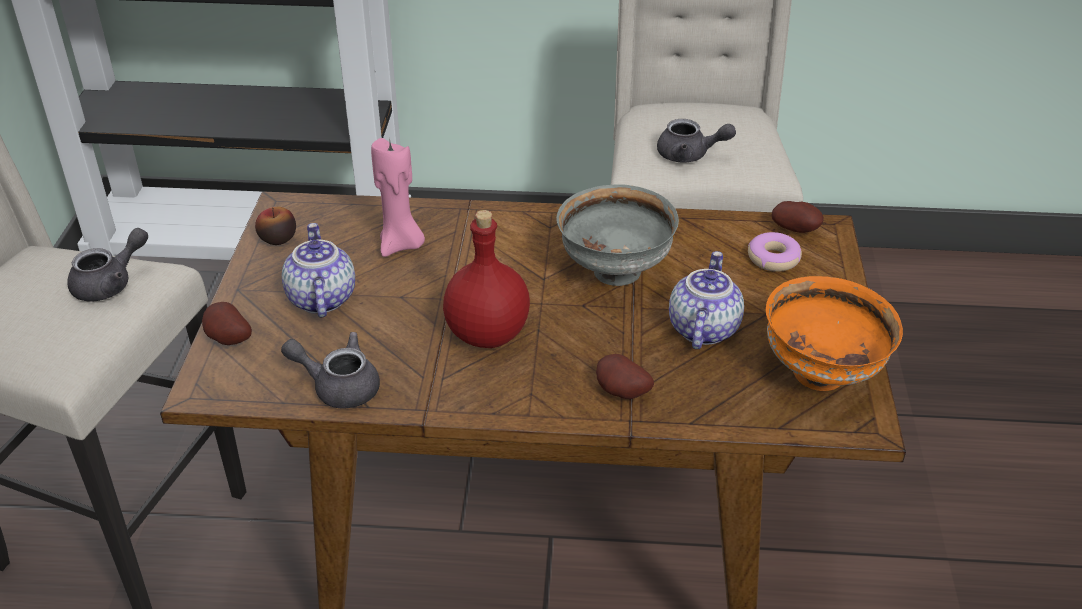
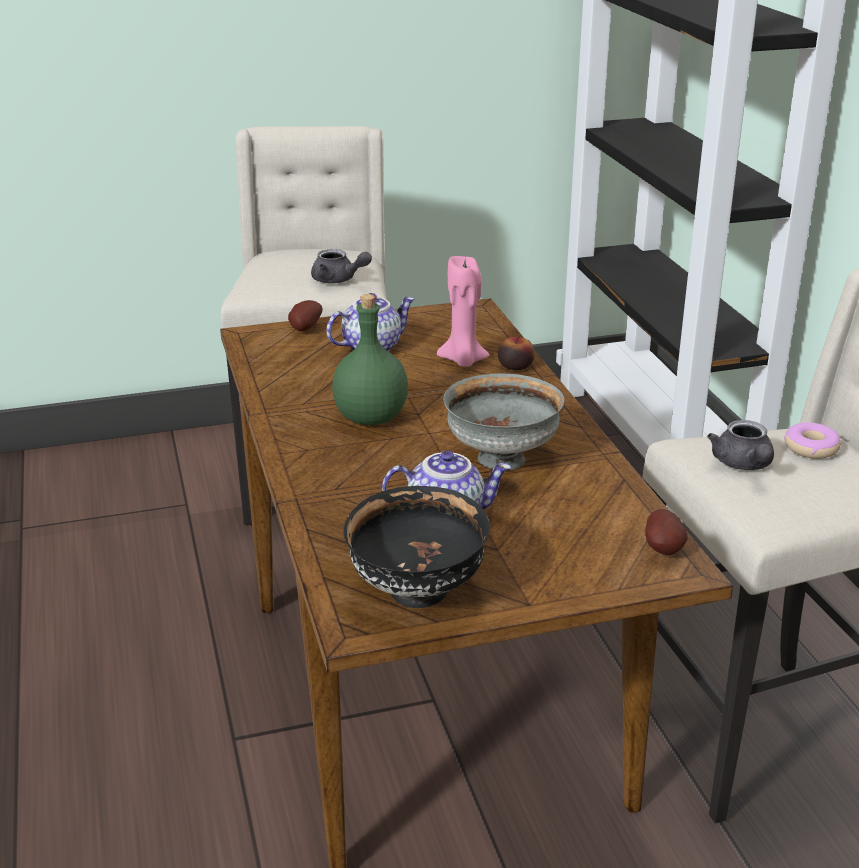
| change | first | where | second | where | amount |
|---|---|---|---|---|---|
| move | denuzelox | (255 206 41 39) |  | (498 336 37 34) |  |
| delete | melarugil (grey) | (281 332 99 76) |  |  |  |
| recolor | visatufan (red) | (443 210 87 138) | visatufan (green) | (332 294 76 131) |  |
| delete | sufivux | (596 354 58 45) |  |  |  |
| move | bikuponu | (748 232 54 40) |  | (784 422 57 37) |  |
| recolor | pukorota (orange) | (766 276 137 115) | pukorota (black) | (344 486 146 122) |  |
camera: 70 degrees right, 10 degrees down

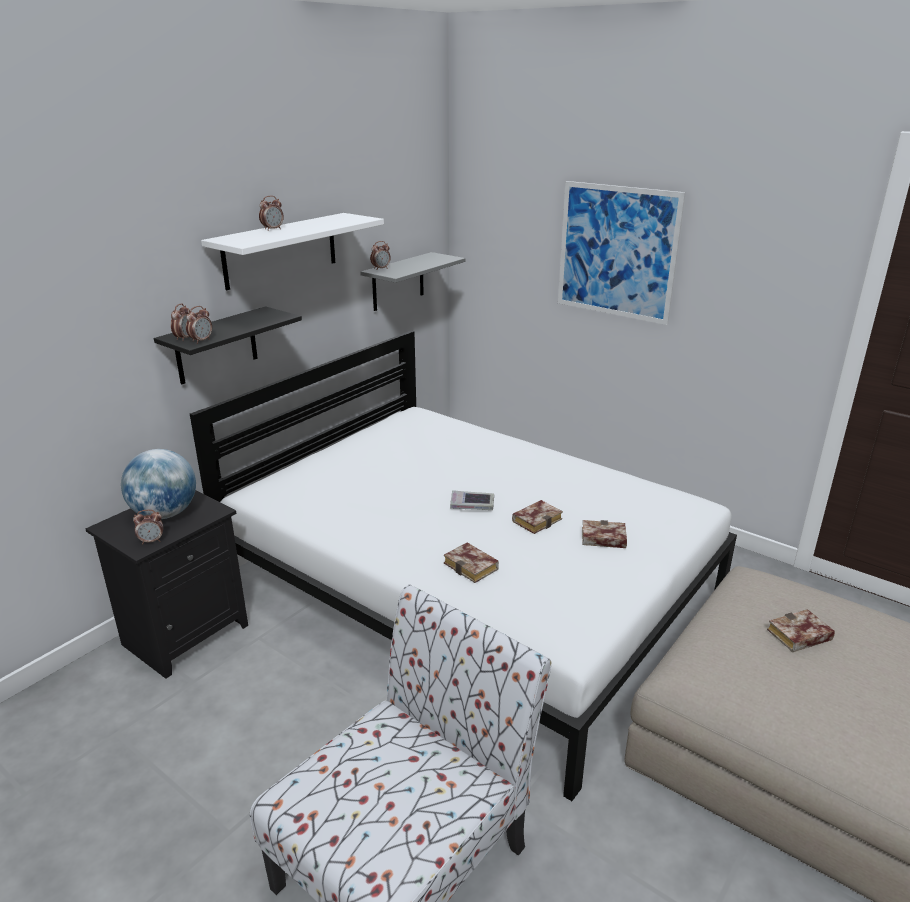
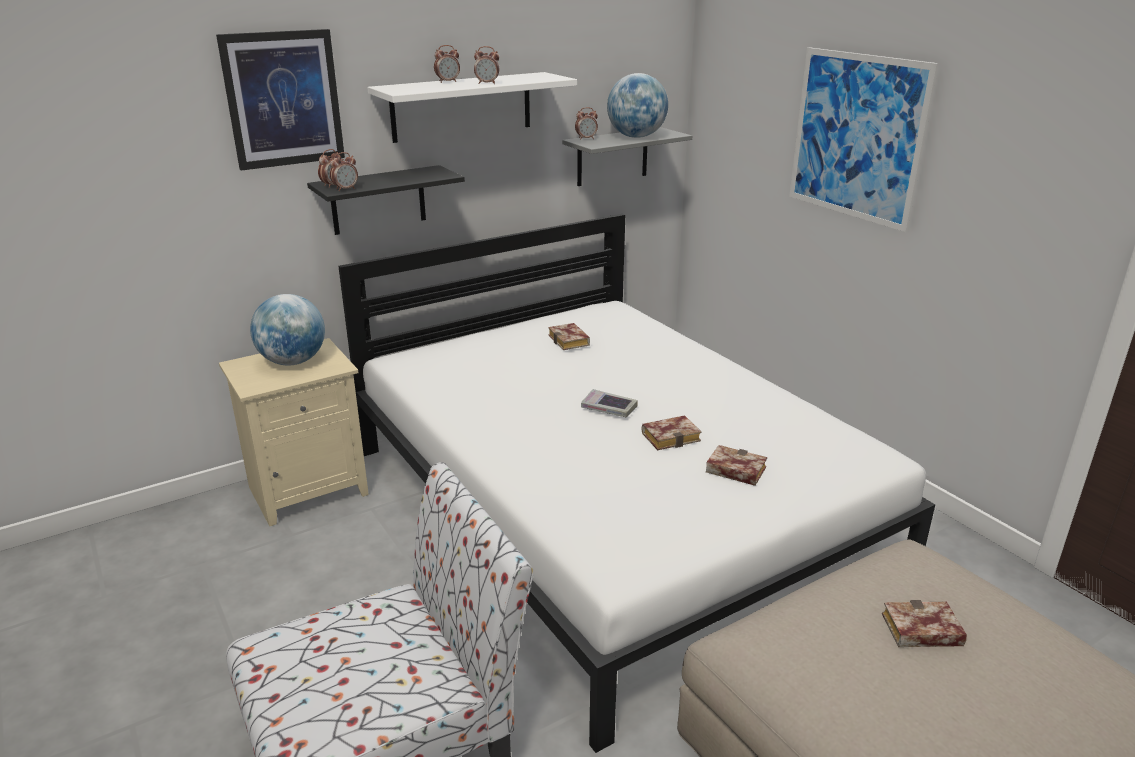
| change | first | where | second | where | amount |
|---|---|---|---|---|---|
| recolor | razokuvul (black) | (86 490 162 189) | razokuvul (beige) | (219 338 150 188) |  |
| move | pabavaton | (133 509 30 35) |  | (474 46 25 38) |  |
| move | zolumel | (444 542 55 41) |  | (548 323 42 27) |  |
| insert |  |  | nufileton | (216 29 129 142) |  |
| insert |  |  | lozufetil | (607 73 61 65) |  |
camera: 20 degrees right, 0 degrees up

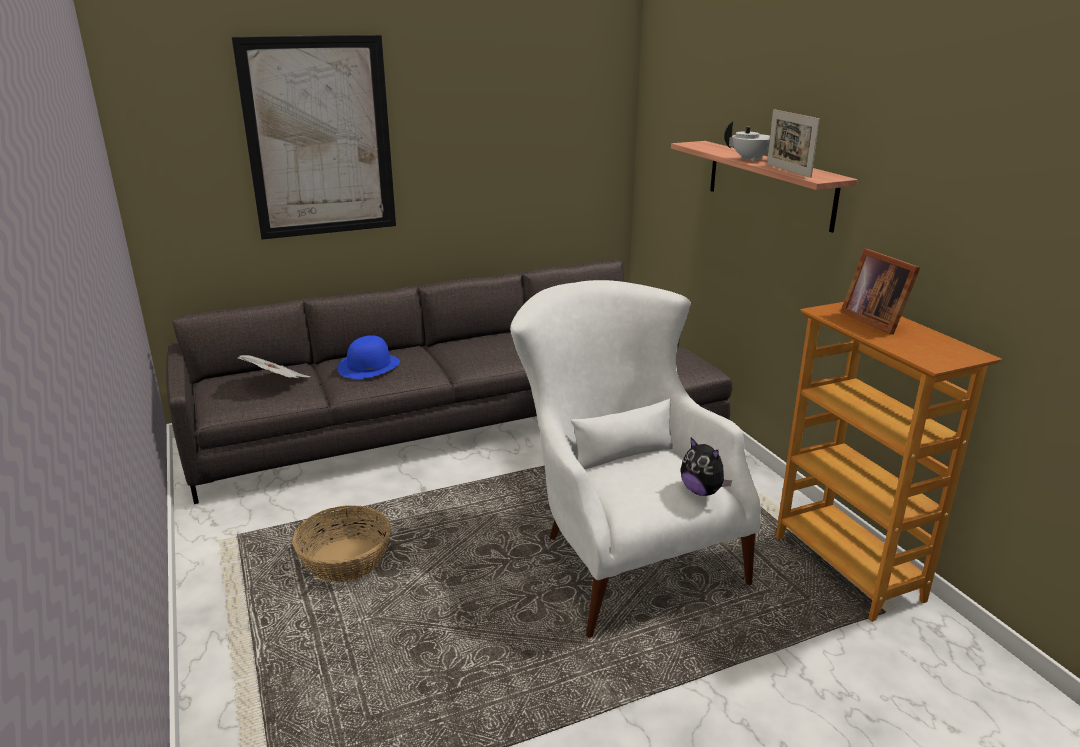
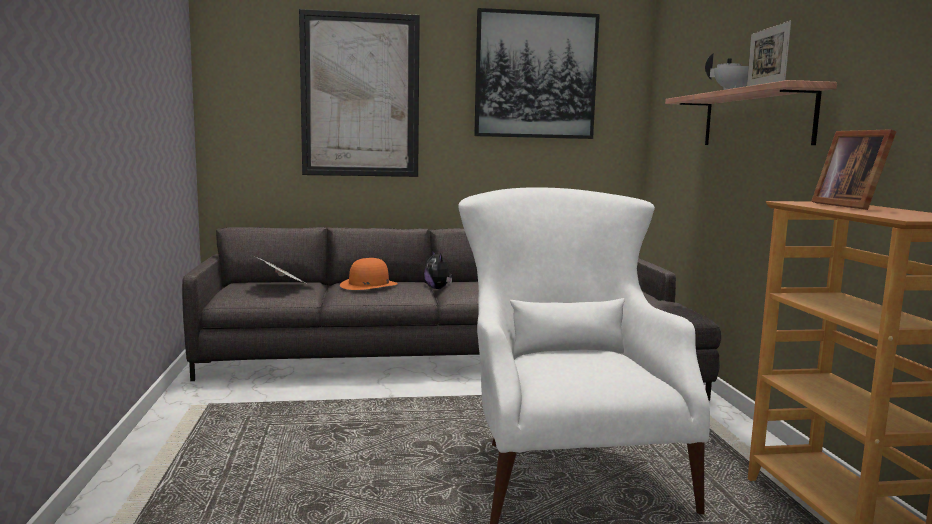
| change | first | where | second | where | amount |
|---|---|---|---|---|---|
| delete | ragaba | (292 505 99 77) |  |  |  |
| recolor | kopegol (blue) | (337 335 63 44) | kopegol (orange) | (340 258 58 32) |  |
| move | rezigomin | (681 437 51 59) |  | (424 251 28 38) |  |
| insert |  |  | nufileton | (474 8 126 131) |  |
camera: 15 degrees right, 15 degrees down

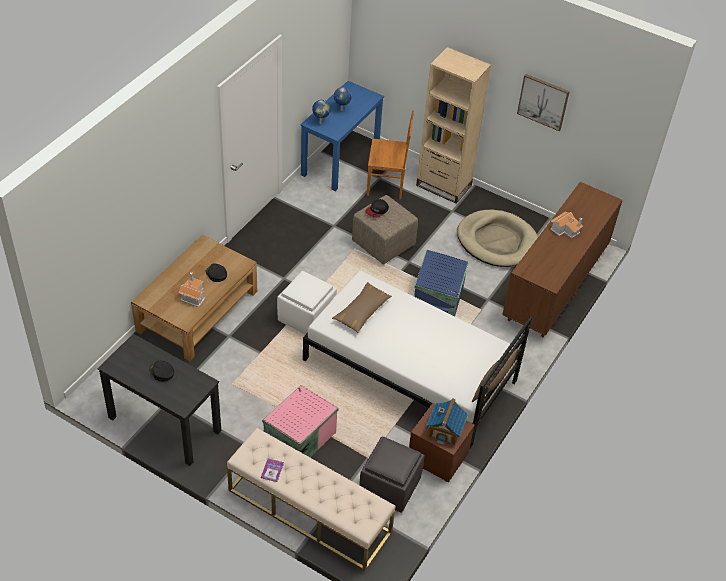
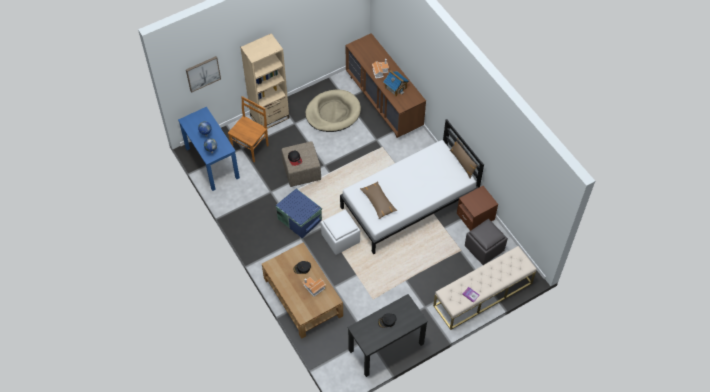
| change | first | where | second | where | amount |
|---|---|---|---|---|---|
| delete | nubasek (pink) | (262 385 77 72) |  |  |  |
| move | nubasek (blue) | (414 249 55 67) |  | (275 188 47 51) |  |
| move | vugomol | (426 398 42 47) |  | (383 70 26 27) |  |
| move | nufileton | (517 74 53 57) |  | (186 56 35 37) |  |
camera: 60 degrees left, 10 degrees up

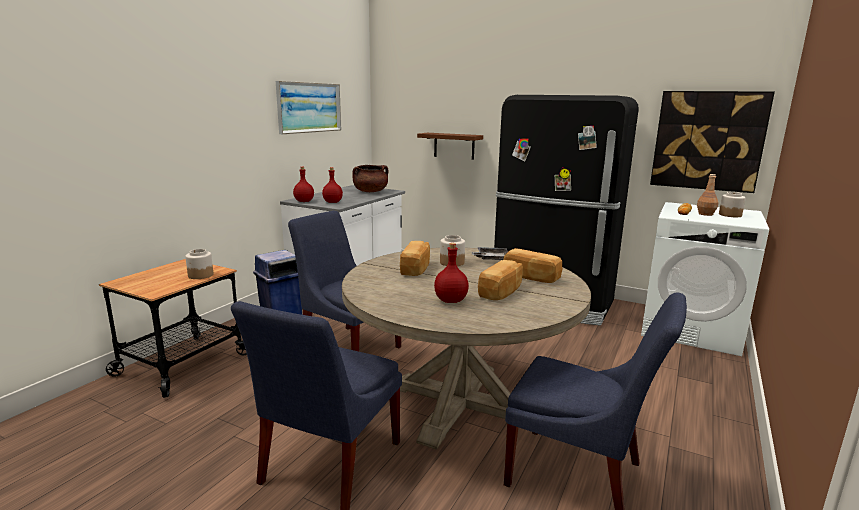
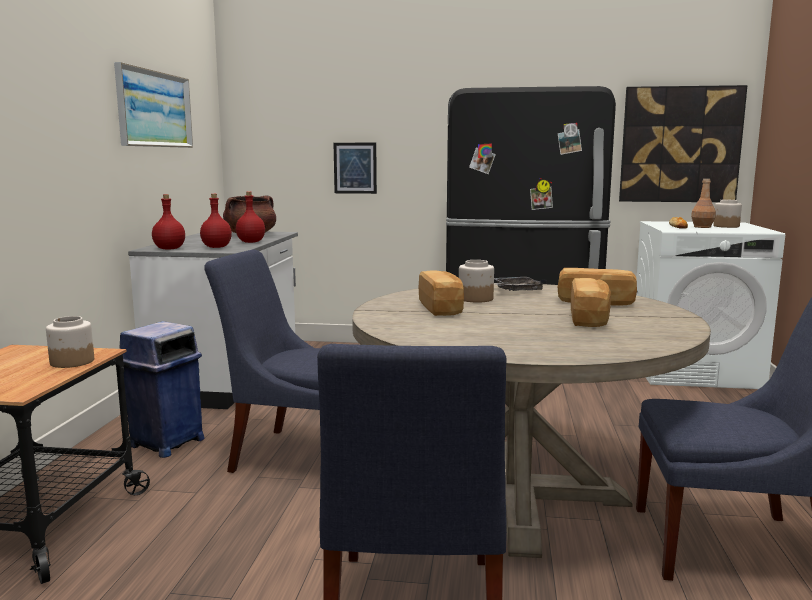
| change | first | where | second | where | amount |
|---|---|---|---|---|---|
| replace | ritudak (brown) | (417 133 66 27) | nufileton | (333 143 44 51) |  |
| move | visatufan (red) | (434 243 35 60) |  | (236 192 29 51) |  |
camera: 20 degrees left, 5 degrees down

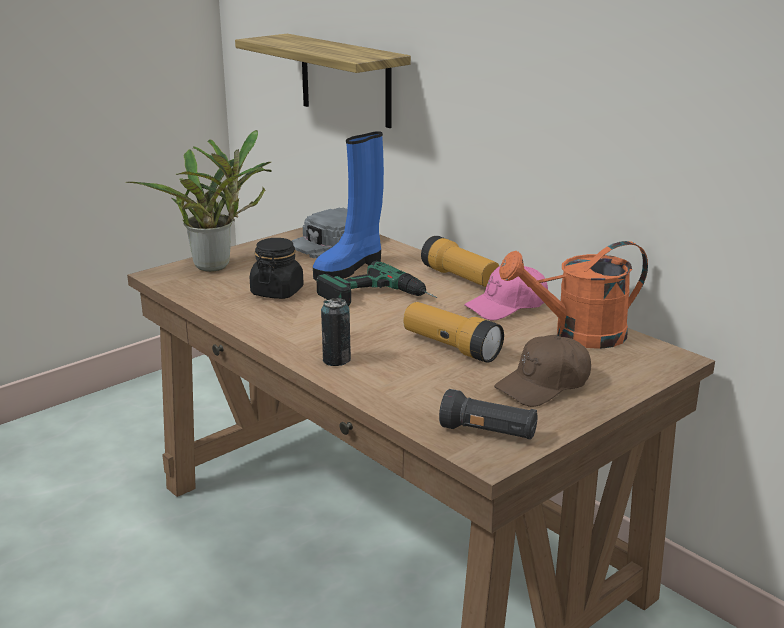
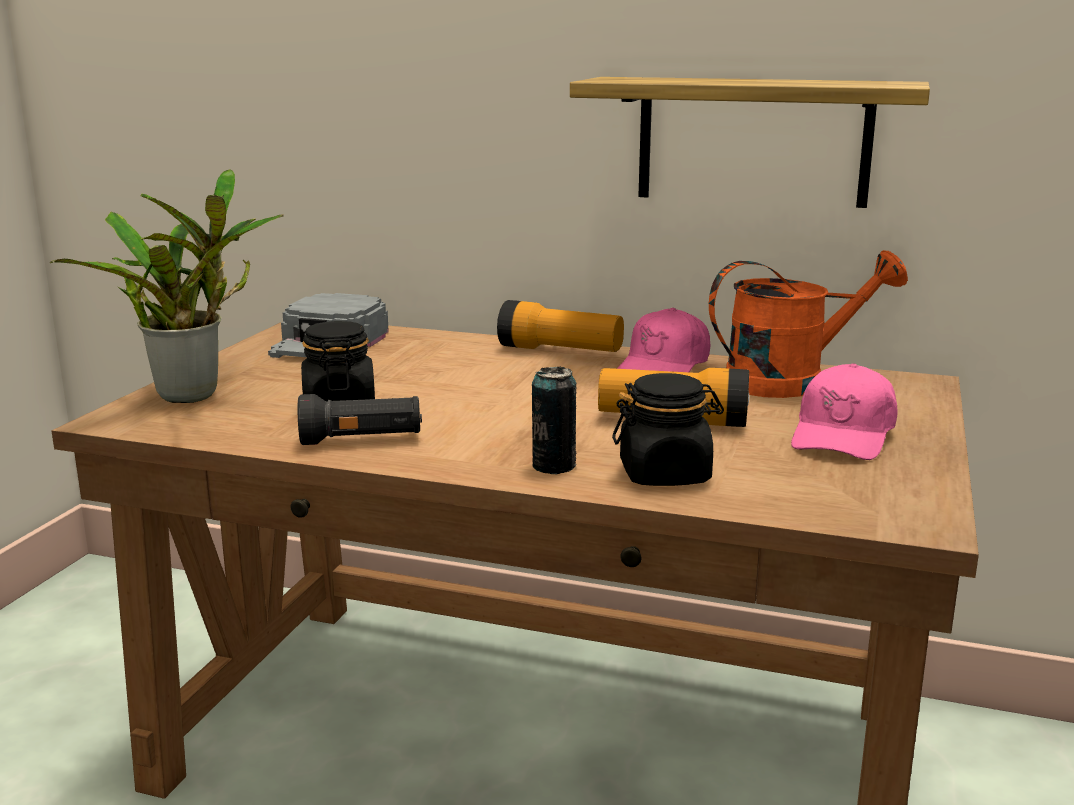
| change | first | where | second | where | amount |
|---|---|---|---|---|---|
| move | ritudak | (235 34 176 94) |  | (570 77 360 131) |  |
| delete | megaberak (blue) | (313 131 71 149) |  |  |  |
| delete | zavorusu | (316 261 121 45) |  |  |  |
| move | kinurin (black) | (439 389 99 51) |  | (298 394 124 51) |  |
| recolor | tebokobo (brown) | (494 335 97 72) | tebokobo (pink) | (791 363 106 97) |  |
| rotate | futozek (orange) | (499 241 149 108) |  | (709 250 199 148) | 150 degrees counterclockwise |
| insert |  |  | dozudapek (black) | (612 373 112 113) |  |
camera: 30 degrees left, 5 degrees down

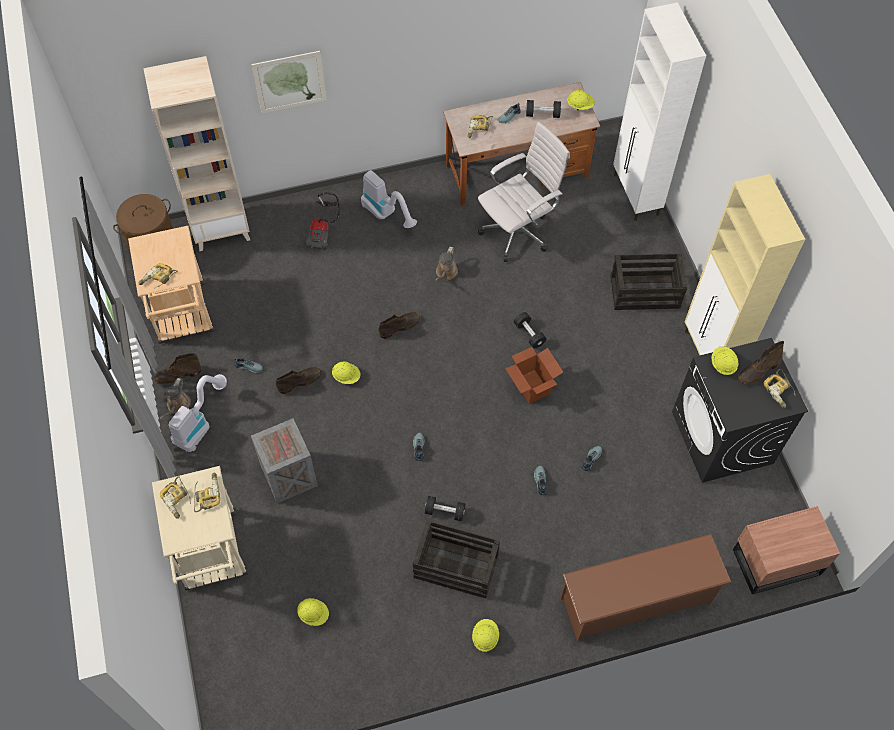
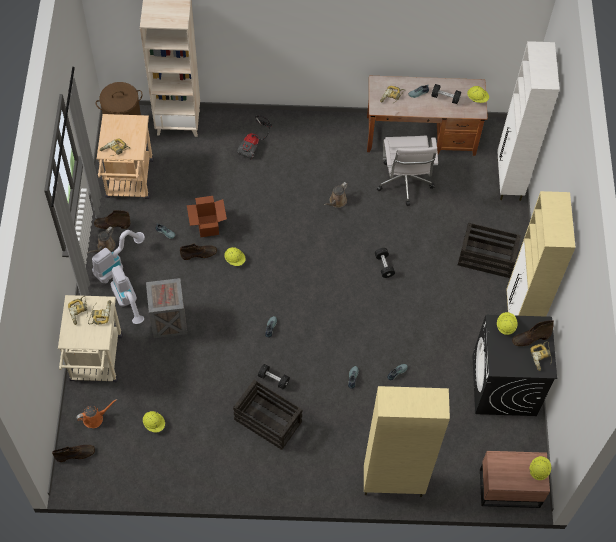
| change | first | where | second | where | amount |
|---|---|---|---|---|---|
| delete | nufileton | (252 51 75 63) |  |  |  |
| move | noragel | (361 170 56 58) |  | (111 265 33 59) |  |
| move | megaberak (brown) | (378 312 42 27) |  | (52 445 43 17) |  |
| move | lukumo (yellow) | (472 619 27 33) |  | (529 456 22 24) |  |
| rotate | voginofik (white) | (478 122 92 140) |  | (377 136 61 70) | 105 degrees clockwise |
| move | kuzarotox | (505 347 58 57) |  | (187 196 40 41) |  |
| replace | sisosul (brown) | (560 534 172 108) | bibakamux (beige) | (364 386 86 111) |  |
| insert |  |  | futozek (orange) | (76 399 41 29) |  |
camera: 15 degrees right, 0 degrees up

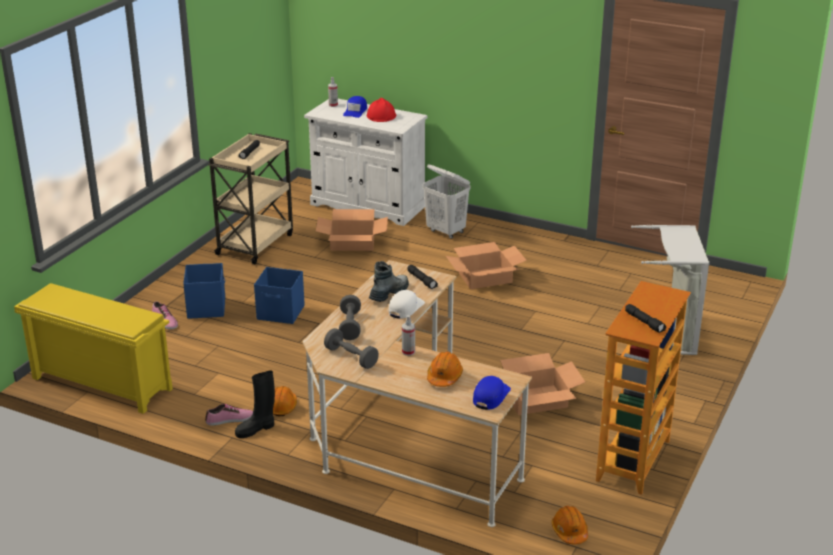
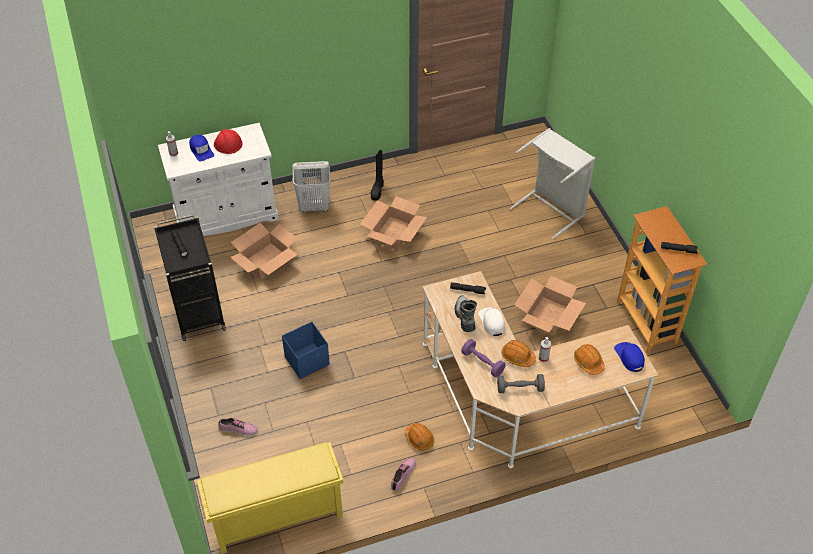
| change | first | where | second | where | amount |
|---|---|---|---|---|---|
| delete | nubasek (blue) | (183 263 42 56) |  |  |  |
| recolor | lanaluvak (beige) | (208 133 85 131) | lanaluvak (black) | (154 214 72 127) |  |
| move | megaberak (black) | (235 370 40 68) |  | (371 150 13 51) |  |
| recolor | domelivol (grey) | (339 295 22 45) | domelivol (purple) | (461 339 45 38) |  |
| move | lukumo (orange) | (552 506 36 38) |  | (502 340 34 27) |  |
camera: 45 degrees left, 20 degrees up

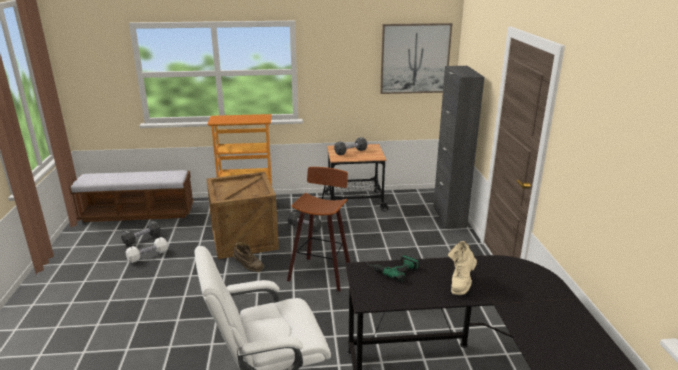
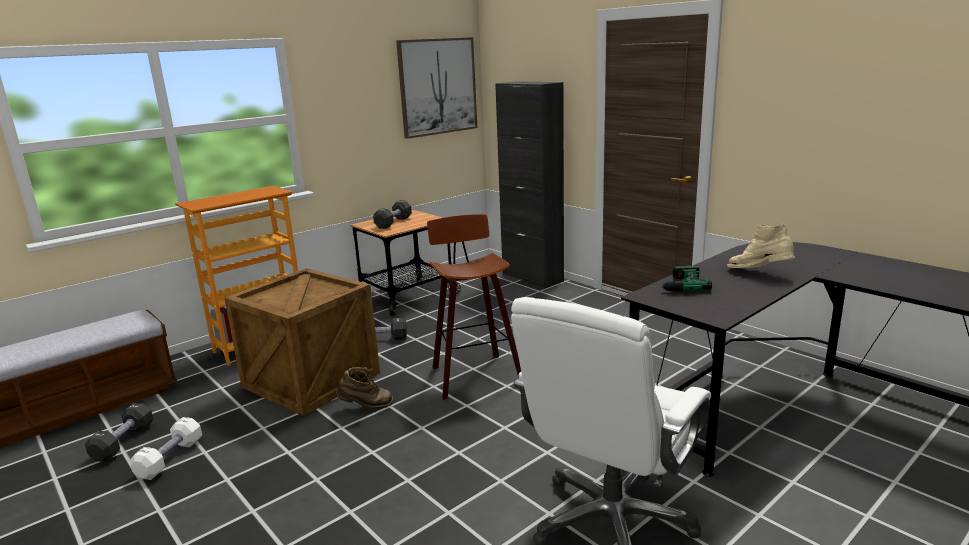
| change | first | where | second | where | amount |
|---|---|---|---|---|---|
| rotate | megaberak (beige) | (448 241 29 54) |  | (727 224 68 44) | 135 degrees clockwise |
camera: 35 degrees left, 5 degrees down

